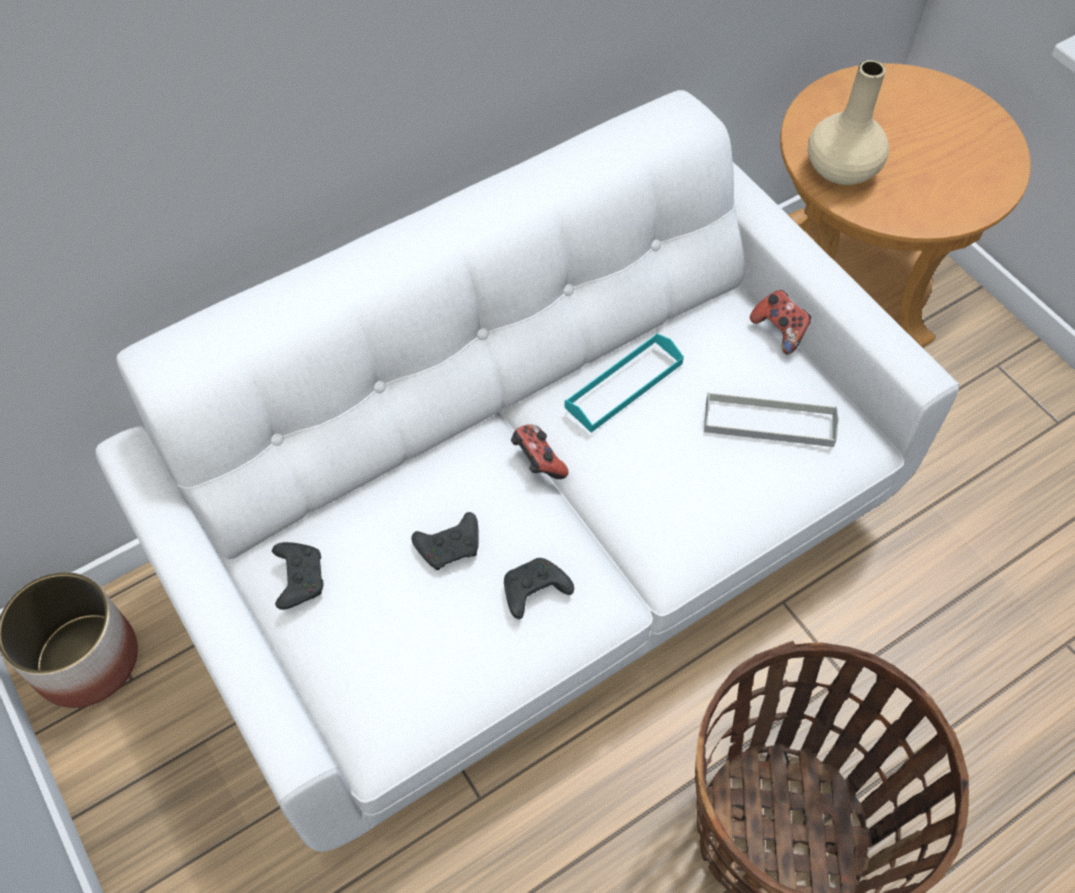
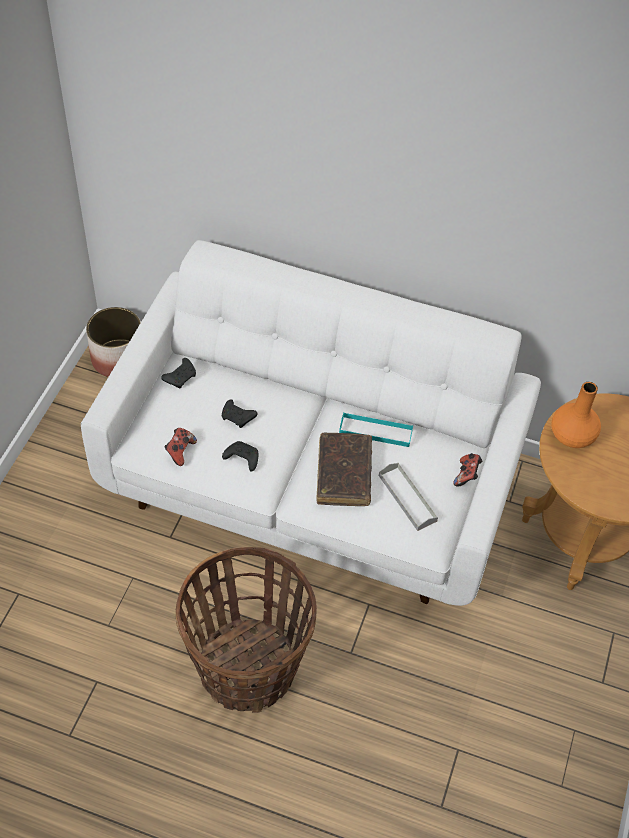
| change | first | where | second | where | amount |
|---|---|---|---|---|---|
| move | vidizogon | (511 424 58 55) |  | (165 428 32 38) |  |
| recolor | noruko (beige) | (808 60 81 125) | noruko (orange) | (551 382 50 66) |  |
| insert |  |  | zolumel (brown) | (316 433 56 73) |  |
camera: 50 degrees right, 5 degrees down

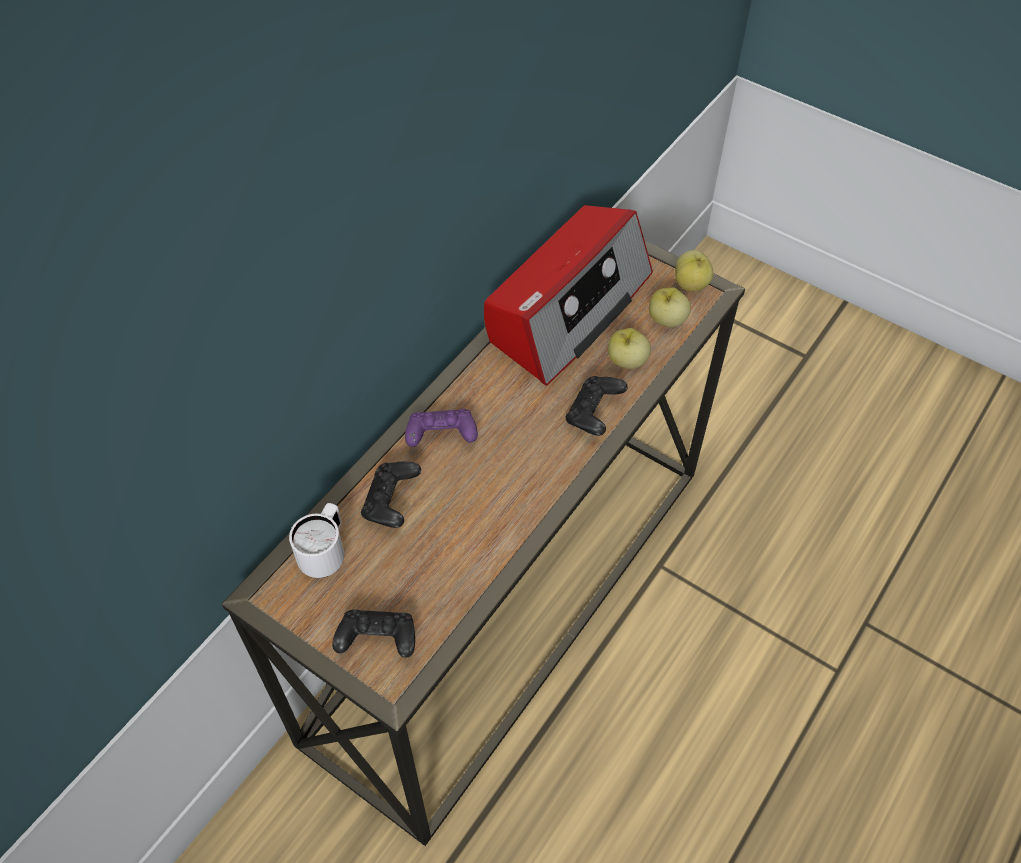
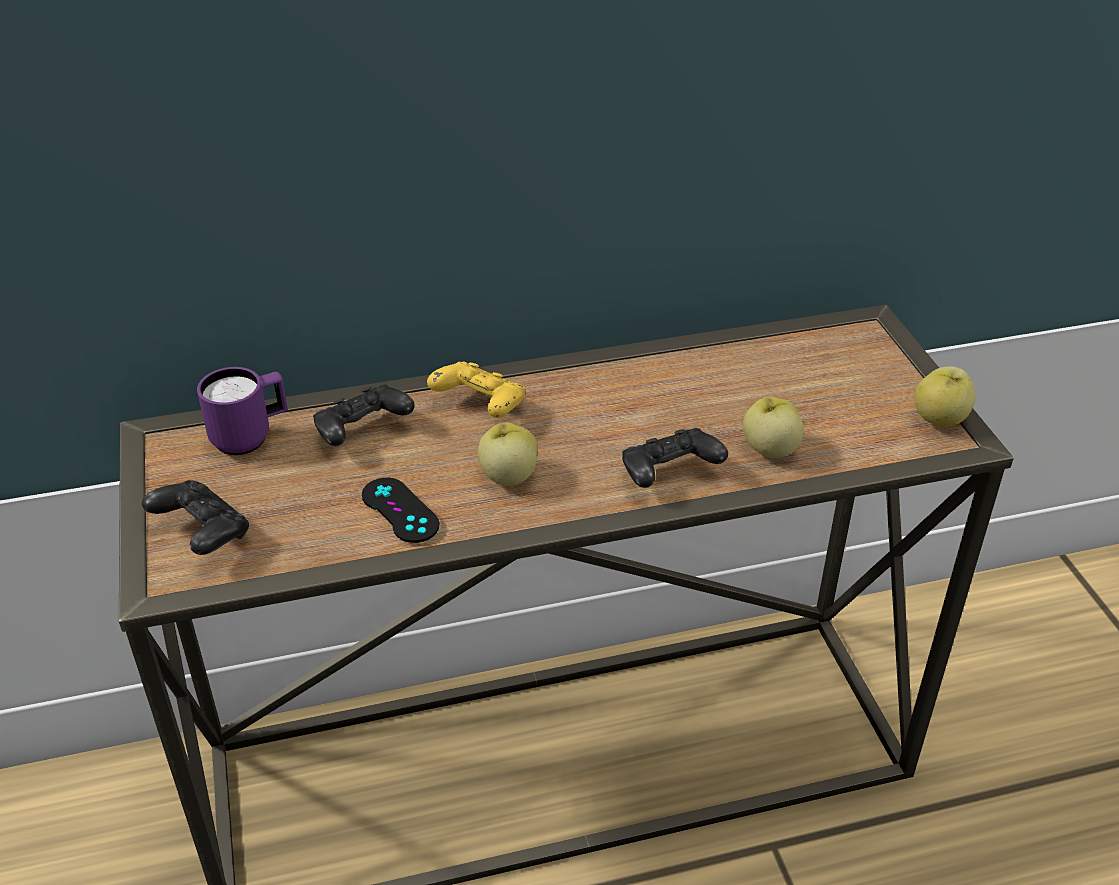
| change | first | where | second | where | amount |
|---|---|---|---|---|---|
| recolor | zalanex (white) | (289 503 55 75) | zalanex (purple) | (197 367 91 88) |  |
| recolor | vidizogon (purple) | (405 409 73 38) | vidizogon (yellow) | (427 361 98 57) |  |
| delete | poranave | (484 205 169 181) |  |  |  |
| move | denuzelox | (649 287 42 41) |  | (478 422 60 64) |  |
| insert |  |  | vidizogon (black) | (362 478 78 65) |  |
camera: 40 degrees right, 15 degrees down

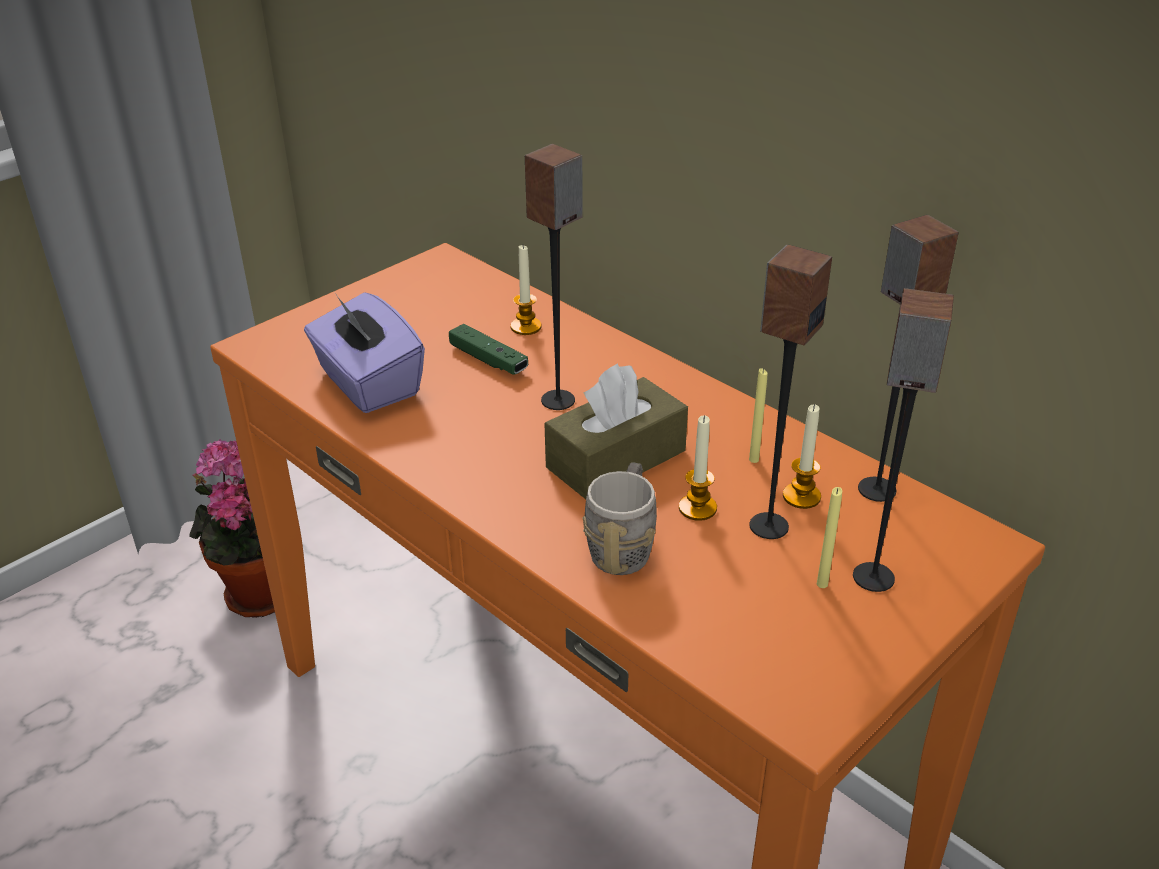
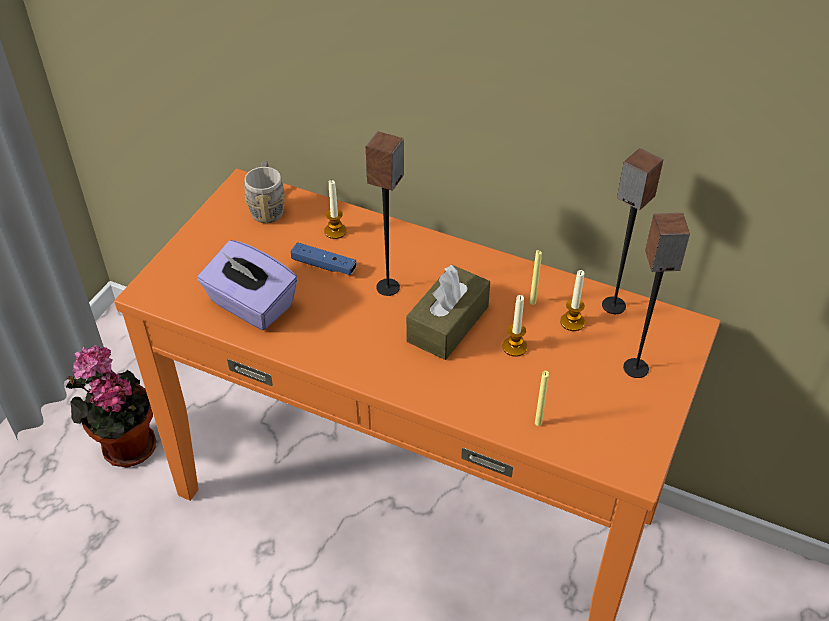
| change | first | where | second | where | amount |
|---|---|---|---|---|---|
| recolor | vidizogon (green) | (449 324 79 51) | vidizogon (blue) | (291 242 66 33) |  |
| move | zalanex (grey) | (582 462 75 113) |  | (244 161 41 62) |  |
| delete | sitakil | (749 245 83 294) |  |  |  |
| move | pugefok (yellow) | (817 487 25 101) |  | (535 371 14 55) |  |
camera: 20 degrees left, 10 degrees up

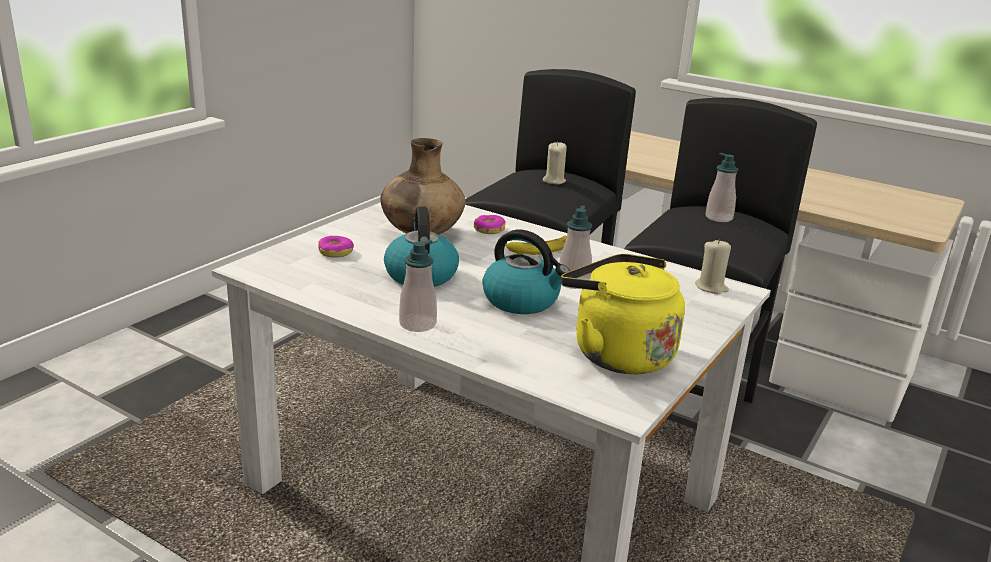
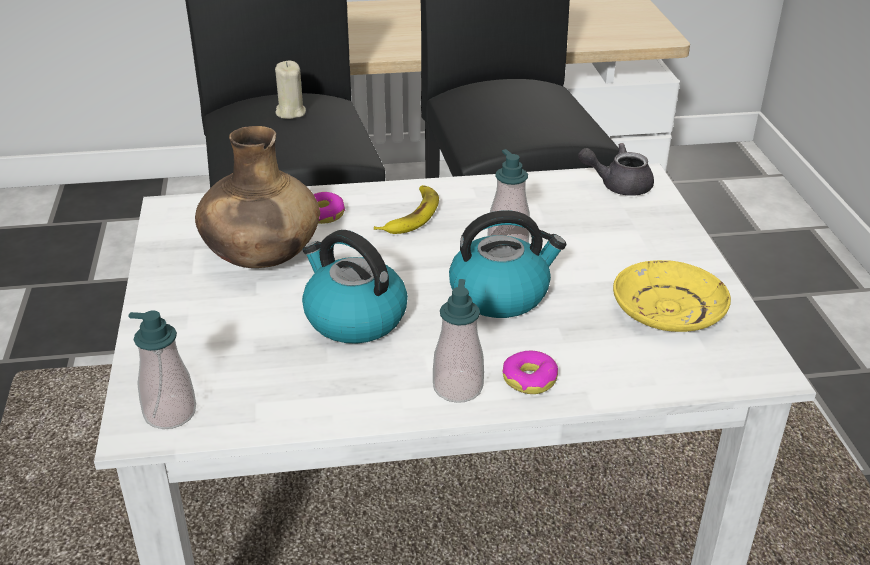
| change | first | where | second | where | amount |
|---|---|---|---|---|---|
| move | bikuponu | (318 236 36 22) |  | (503 351 55 43) |  |
| replace | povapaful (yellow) | (561 254 124 120) | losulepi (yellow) | (613 260 118 72) |  |
| replace | pugefok (beige) | (695 239 36 55) | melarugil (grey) | (578 143 76 53) |  |
| move | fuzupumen | (706 153 32 69) |  | (128 311 68 118) |  |
camera: 40 degrees left, 10 degrees up

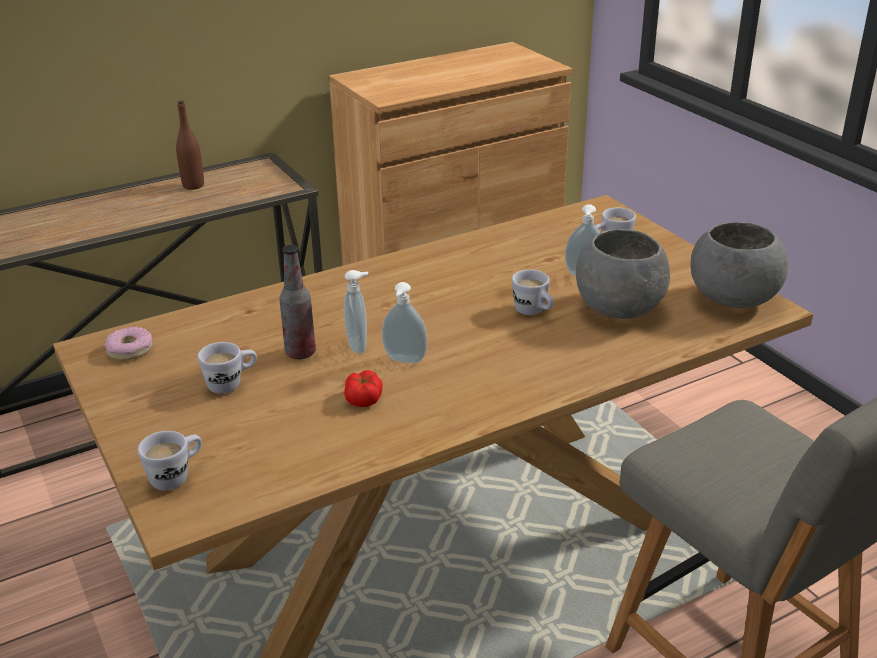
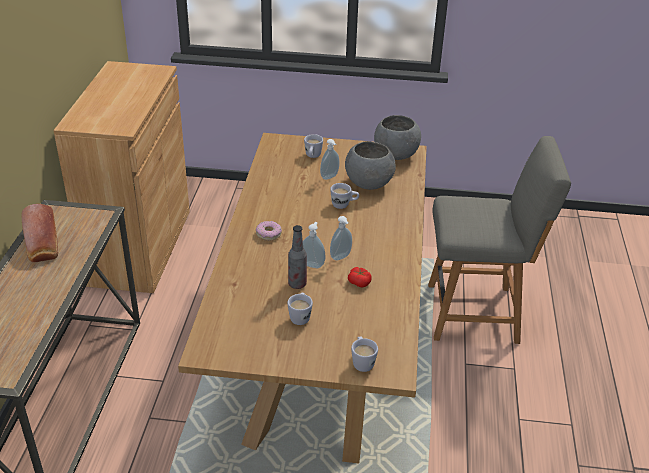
| change | first | where | second | where | amount |
|---|---|---|---|---|---|
| move | bikuponu | (104 326 48 34) |  | (256 221 26 20) |  |
| replace | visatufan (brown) | (176 101 28 89) | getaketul | (21 204 37 59) |  |
camera: 55 degrees left, 5 degrees up

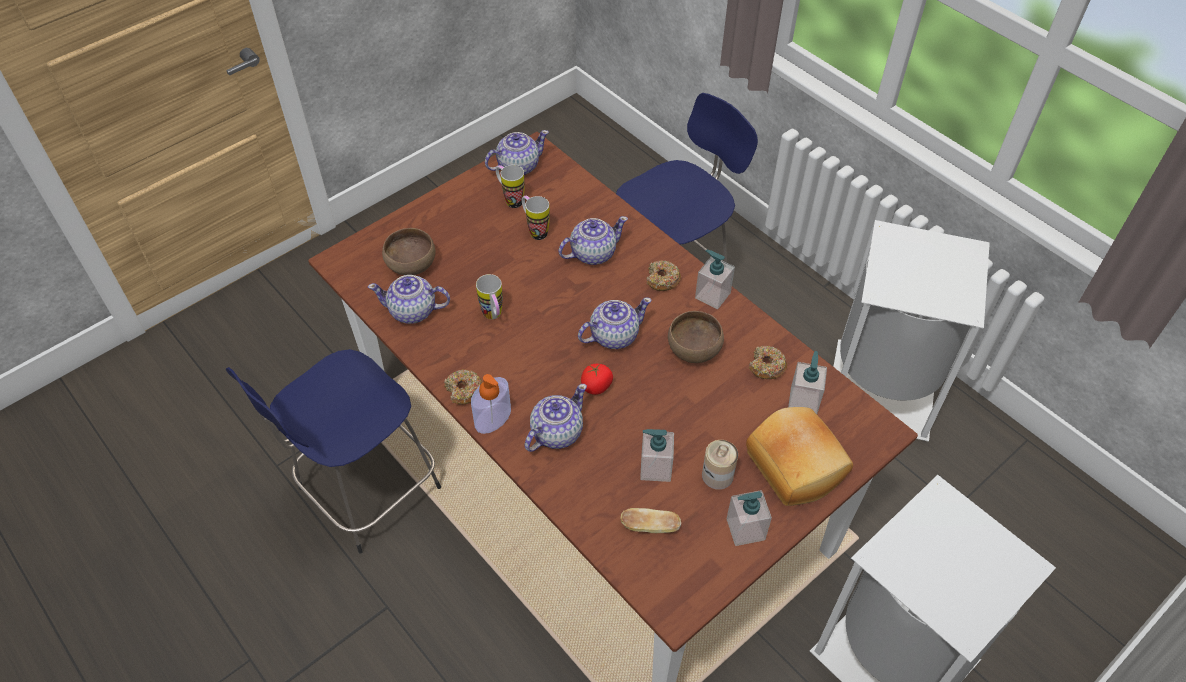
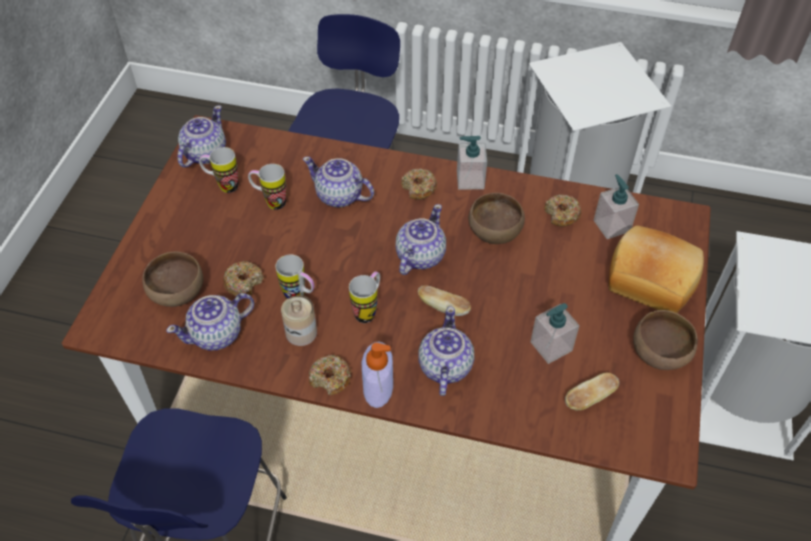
| change | first | where | second | where | amount |
|---|---|---|---|---|---|
| rotate | melarugil | (559 216 69 49) |  | (303 157 71 50) | 90 degrees counterclockwise |
| replace | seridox | (581 364 32 31) | getaketul | (418 285 53 31) |  |
| move | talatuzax | (702 440 36 50) |  | (281 295 36 51) |  |
| replace | fuzupumen | (727 490 45 56) | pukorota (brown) | (633 310 65 60) |  |
| insert |  |  | bikuponu | (223 261 41 35) |  |
| insert |  |  | zalanex | (349 271 31 52) |  |
camera: 35 degrees left, 0 degrees up

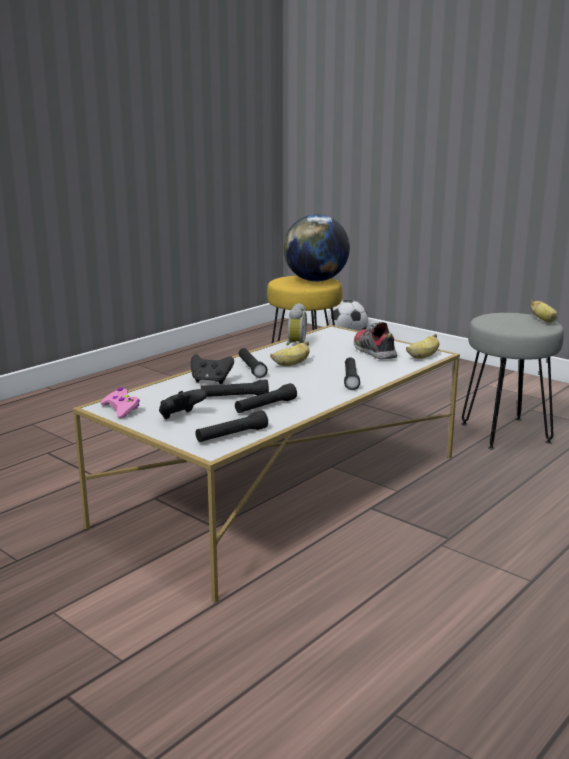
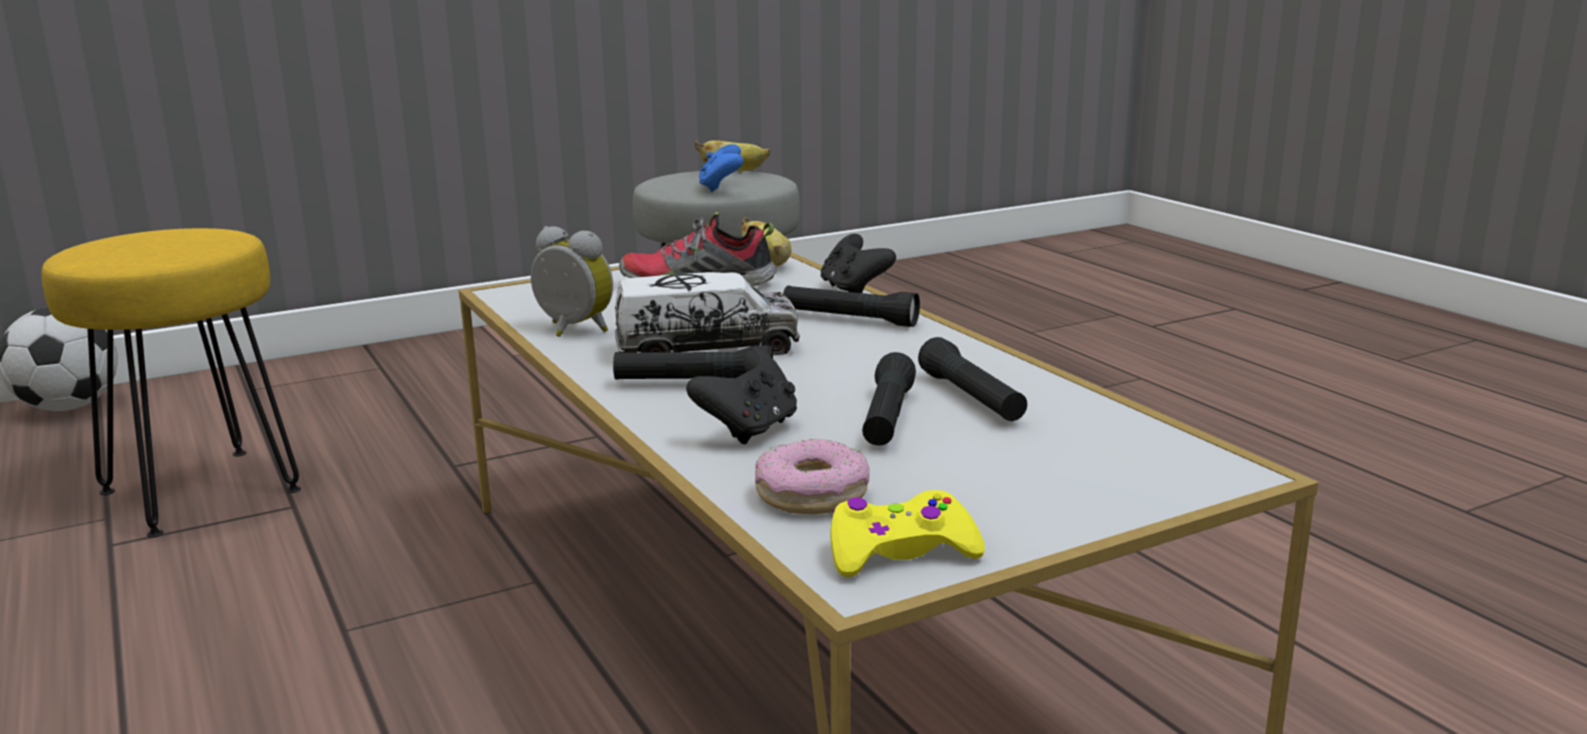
| change | first | where | second | where | amount |
|---|---|---|---|---|---|
| recolor | vidizogon (pink) | (100 388 40 30) | vidizogon (yellow) | (830 490 155 87) |  |
| move | vidizogon (black) | (159 389 48 30) |  | (821 234 75 59) |  |
| delete | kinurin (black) | (195 410 73 32) |  |  |  |
| replace | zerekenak | (270 341 40 25) | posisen | (615 272 185 83) |  |
| delete | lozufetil | (284 214 66 68) |  |  |  |
| insert |  |  | vidizogon (blue) | (699 144 44 48) |  |
| insert |  |  | bikuponu | (755 439 115 75) |  |
camera: 70 degrees left, 0 degrees up

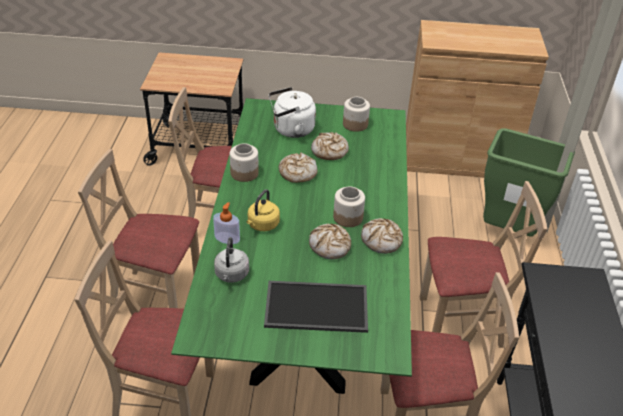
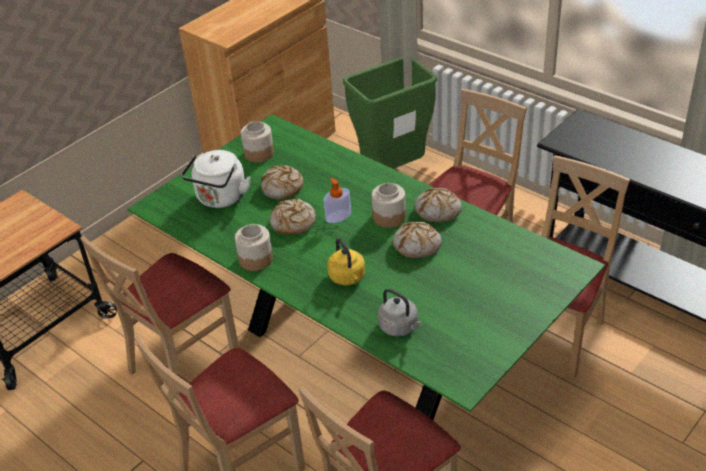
| change | first | where | second | where | amount |
|---|---|---|---|---|---|
| move | fuzupumen | (213 202 27 42) |  | (324 178 27 45) |  |
| delete | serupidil | (264 281 104 52) |  |  |  |
camera: 50 degrees left, 0 degrees up

